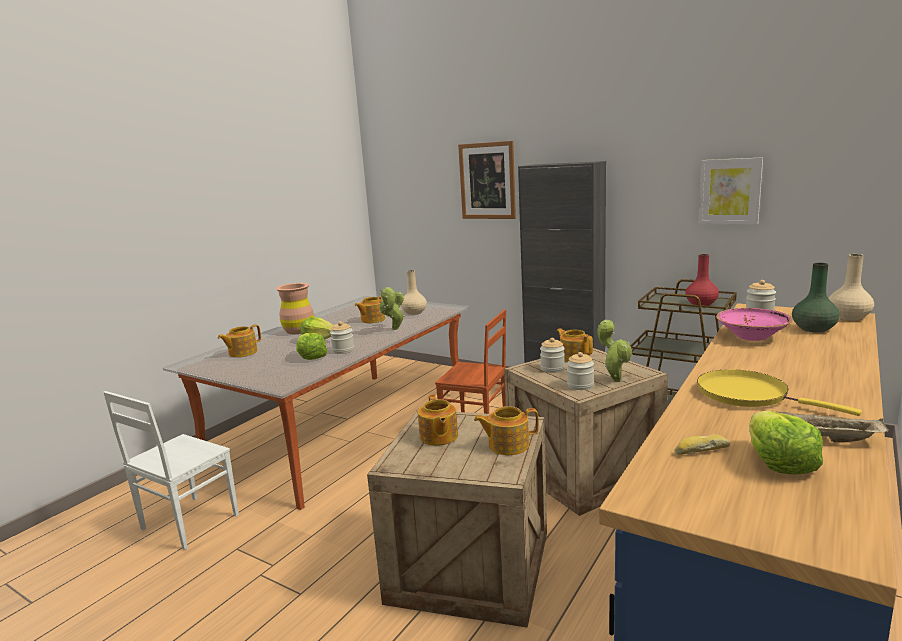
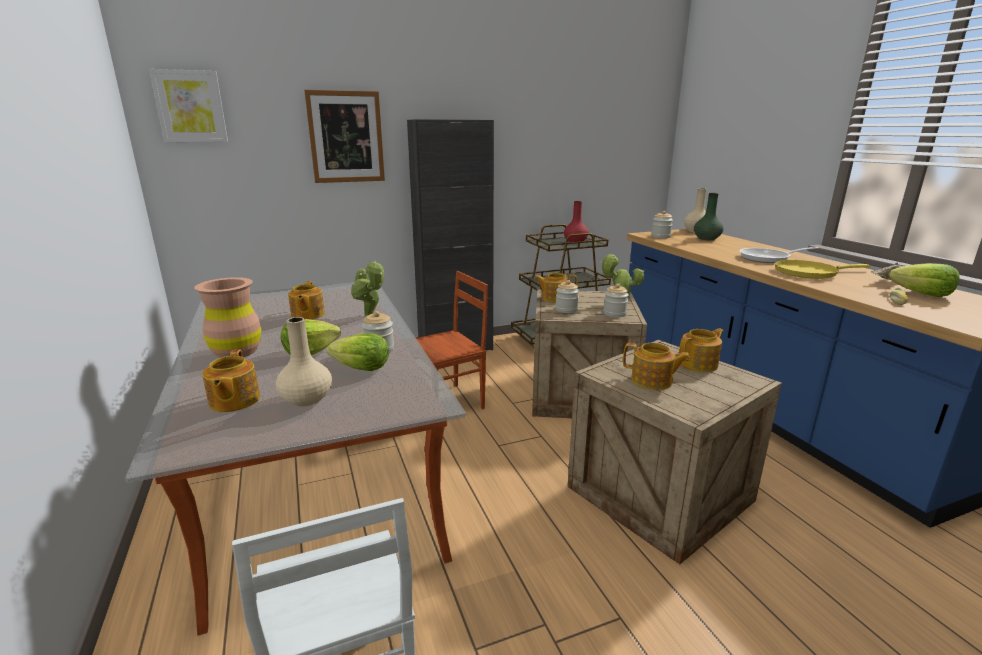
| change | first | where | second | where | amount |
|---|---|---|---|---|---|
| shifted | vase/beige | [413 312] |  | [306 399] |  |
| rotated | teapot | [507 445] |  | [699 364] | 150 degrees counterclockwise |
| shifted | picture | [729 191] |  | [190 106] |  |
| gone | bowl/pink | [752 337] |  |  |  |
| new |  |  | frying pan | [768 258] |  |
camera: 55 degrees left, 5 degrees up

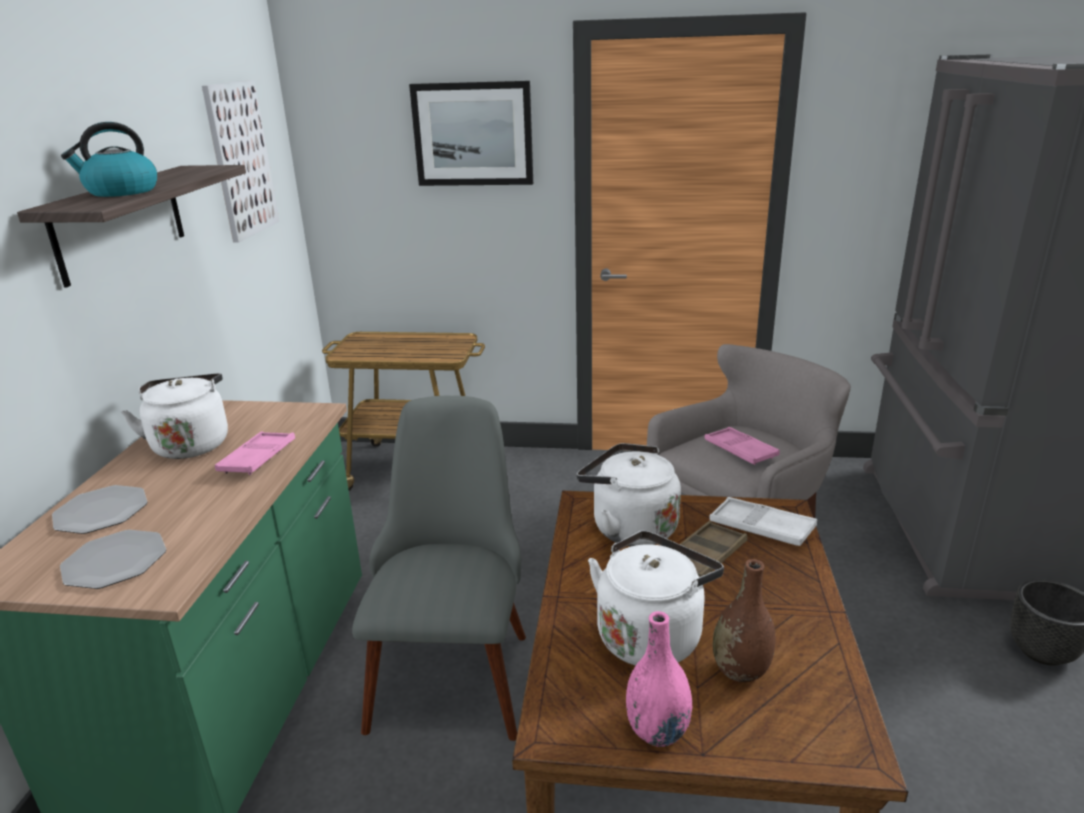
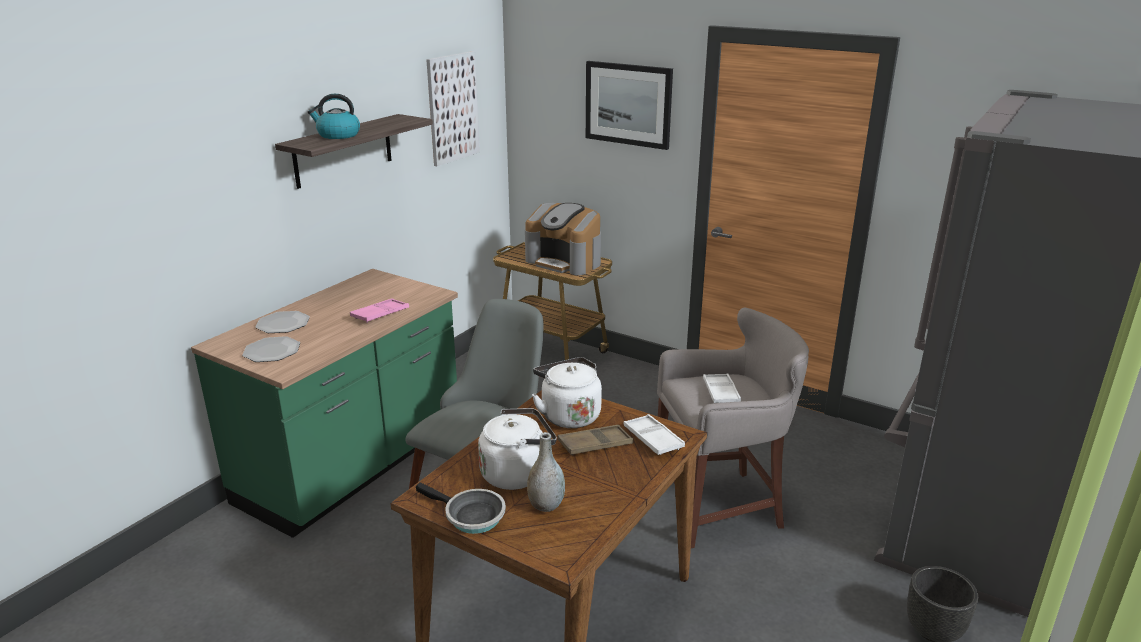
| change | first | where | second | where | amount |
|---|---|---|---|---|---|
| gone | kettle/white | [191 444] |  |  |  |
| swapped | vase/pink | [657 732] | frying pan | [470 516] |  |
| repainted | tray/pink | [740 450] | tray/white | [720 392] |  |
| repainted | vase/brown | [740 671] | vase/grey | [546 505] |  |
| new |  |  | coffee machine | [565 261] |  |
camera: 25 degrees right, 0 degrees up

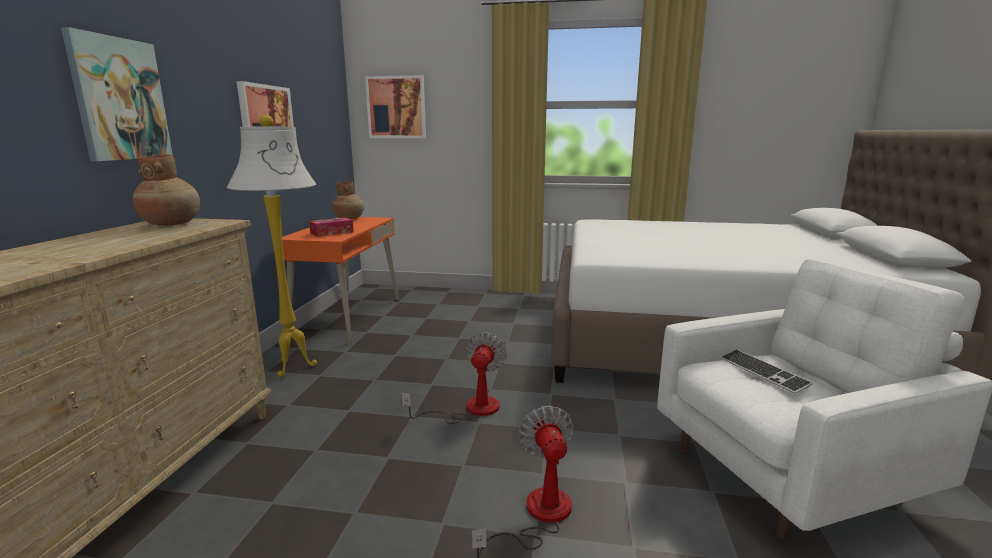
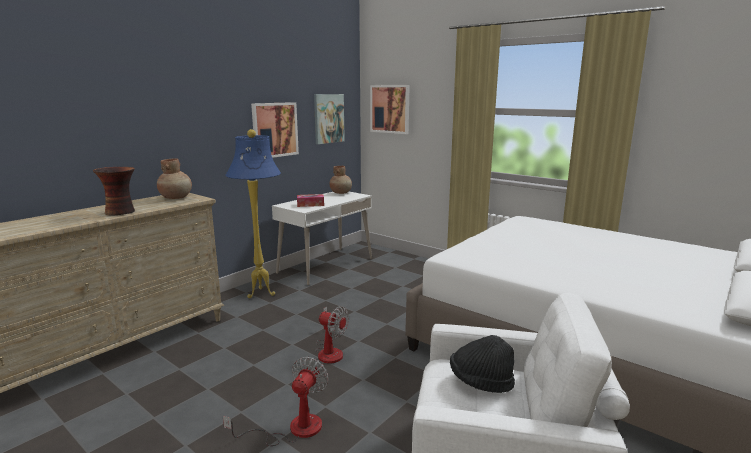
| change | first | where | second | where | amount |
|---|---|---|---|---|---|
| shifted | picture | [119 99] |  | [328 118] |  |
| repainted | floor lamp/white | [295 367] | floor lamp/blue | [262 294] |  |
| repainted | desk/orange | [348 317] | desk/white | [325 265] |  |
| rotated | fan | [470 409] |  | [330 351] | 75 degrees clockwise |
| swapped | keyboard | [763 372] | hat/black | [481 382] |  |
| new |  |  | vase | [121 212] |  |
camera: 30 degrees right, 0 degrees up

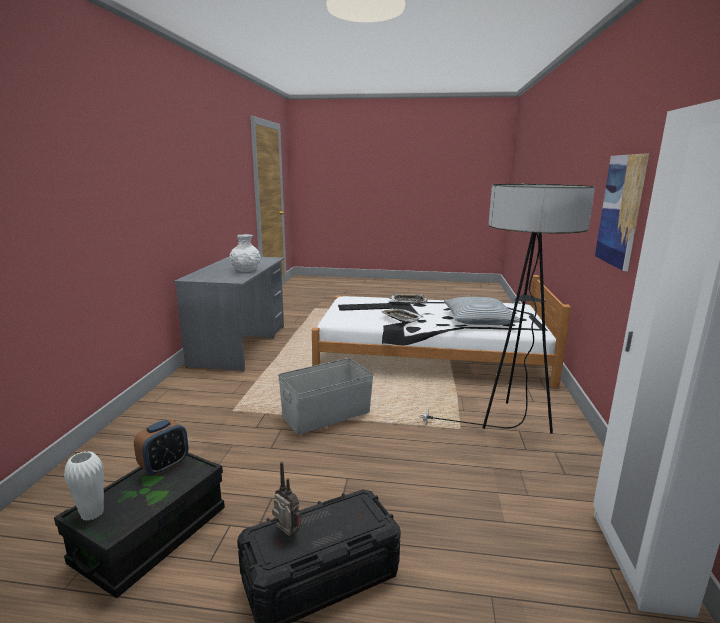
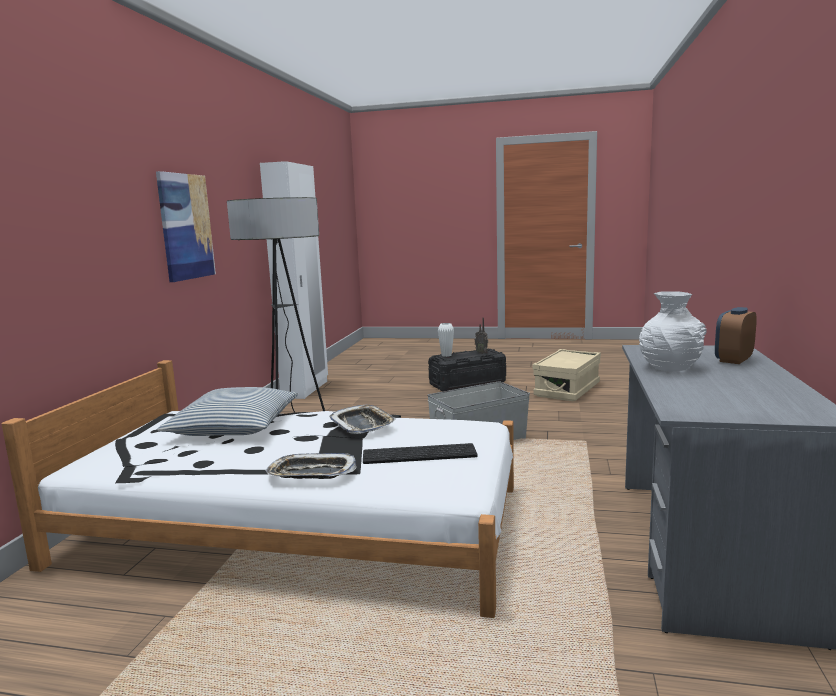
| change | first | where | second | where | amount |
|---|---|---|---|---|---|
| repainted | storage box/black | [152 536] | storage box/beige | [567 389] |  |
| shifted | vase/white | [92 513] |  | [446 355] |  |
| shifted | alarm clock | [164 466] |  | [733 360] |  |
camera: 175 degrees left, 5 degrees down

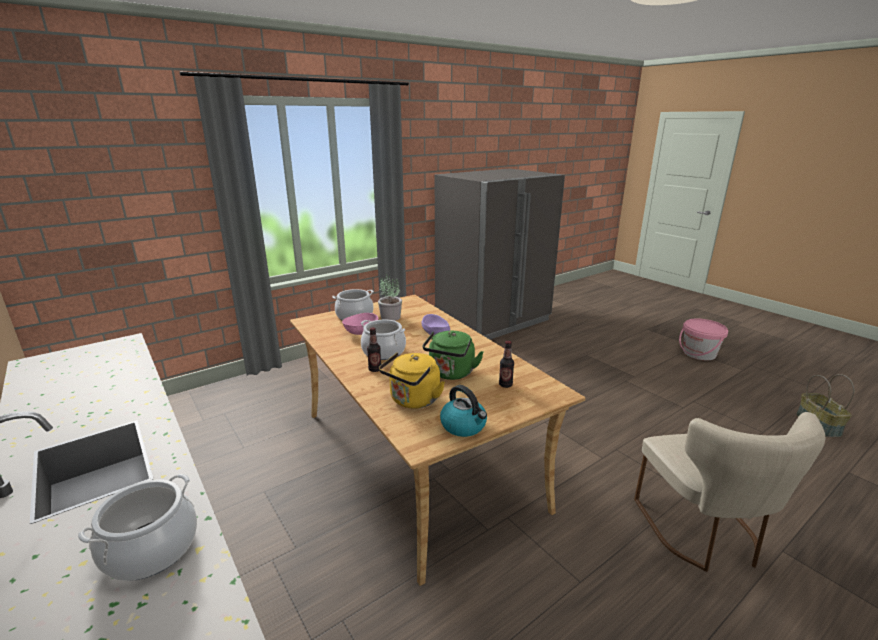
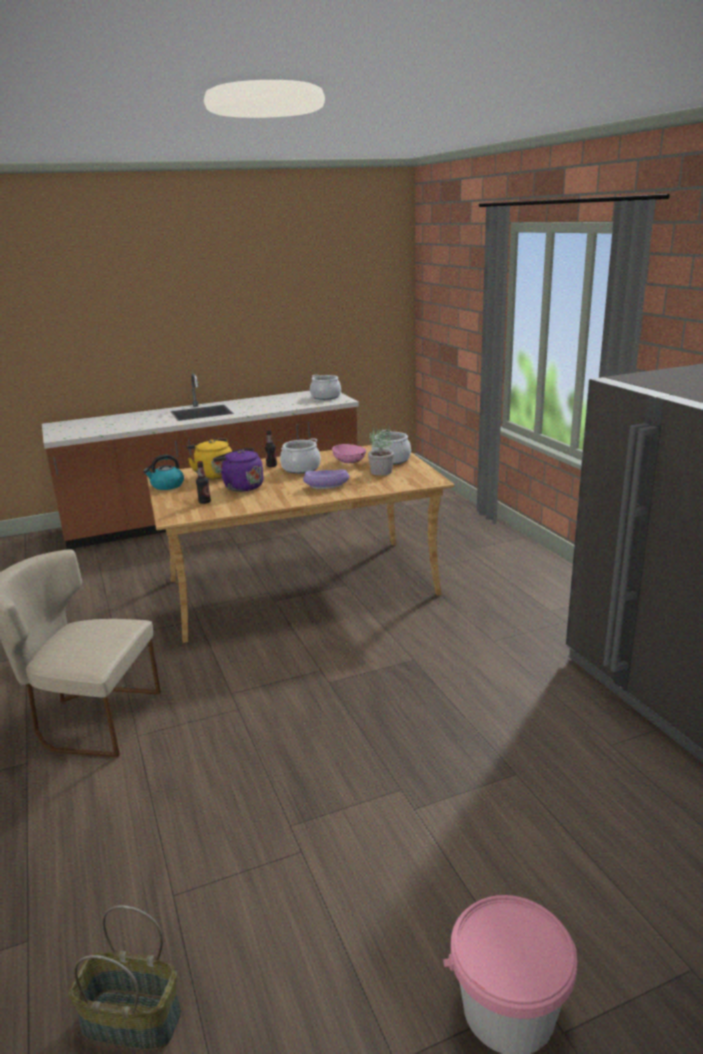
| change | first | where | second | where | amount |
|---|---|---|---|---|---|
| shifted | cooking pot | [151 549] |  | [325 397] |  |
| repainted | kettle/green | [451 373] | kettle/purple | [241 487] |  |
camera: 105 degrees right, 0 degrees up

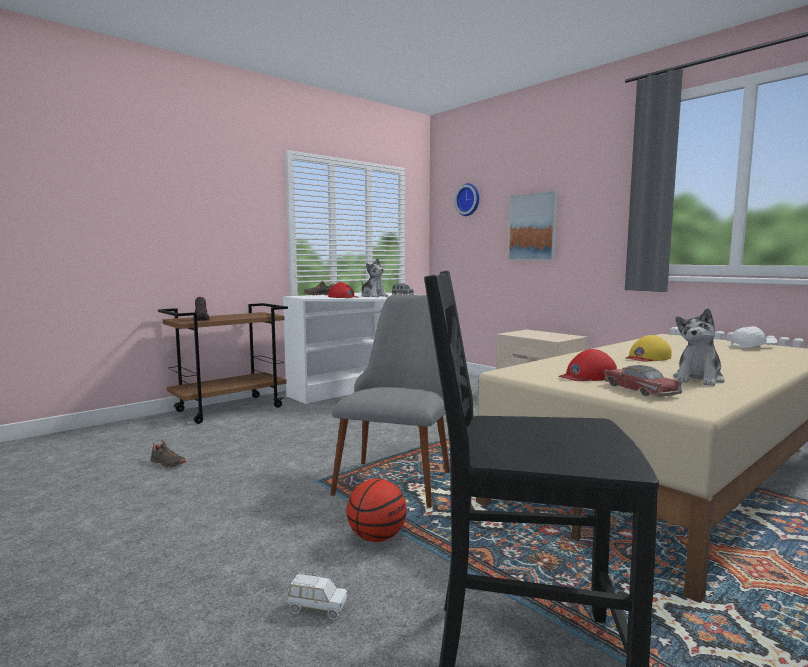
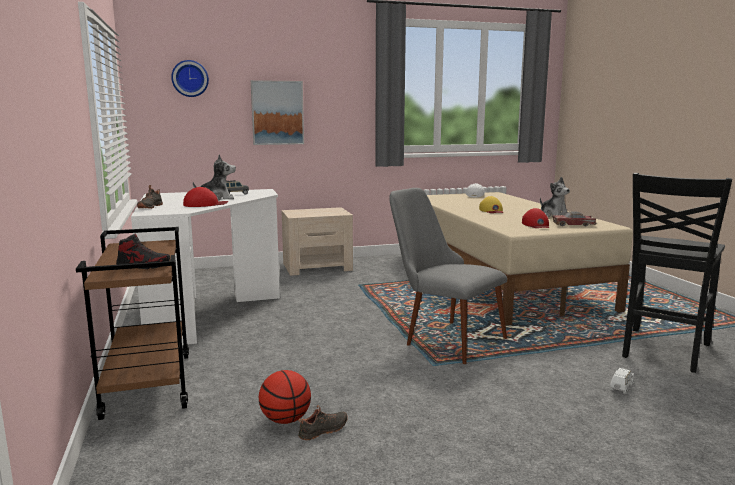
| change | first | where | second | where | amount |
|---|---|---|---|---|---|
| shifted | basketball | [376 537] |  | [285 420] |  |
camera: 65 degrees left, 5 degrees up

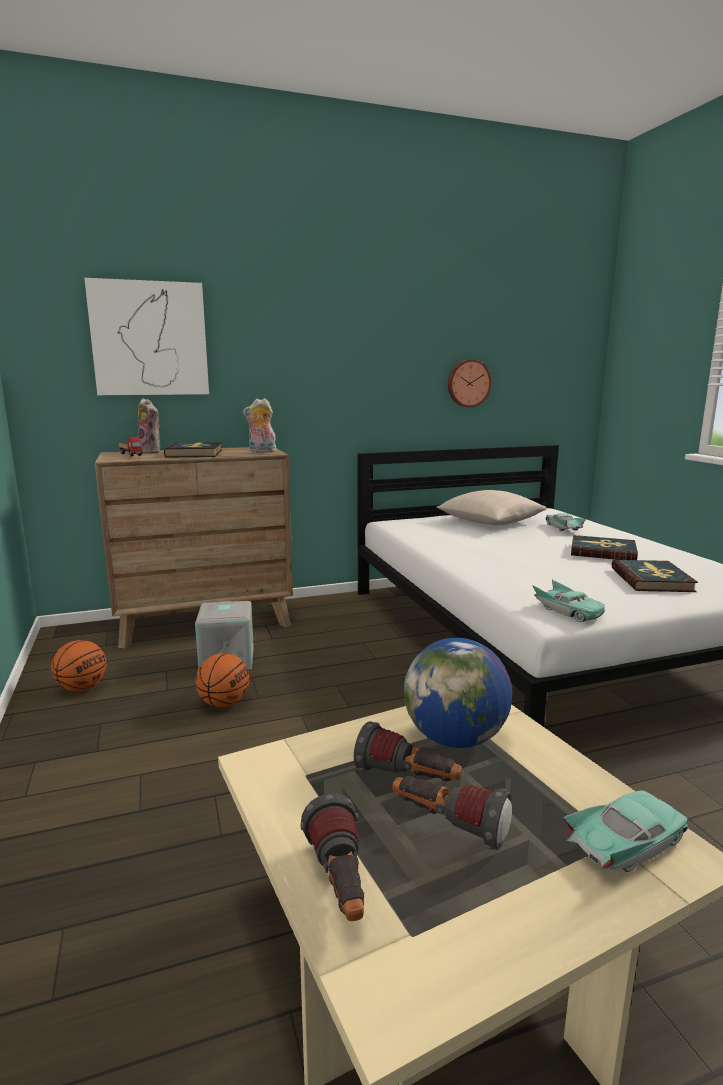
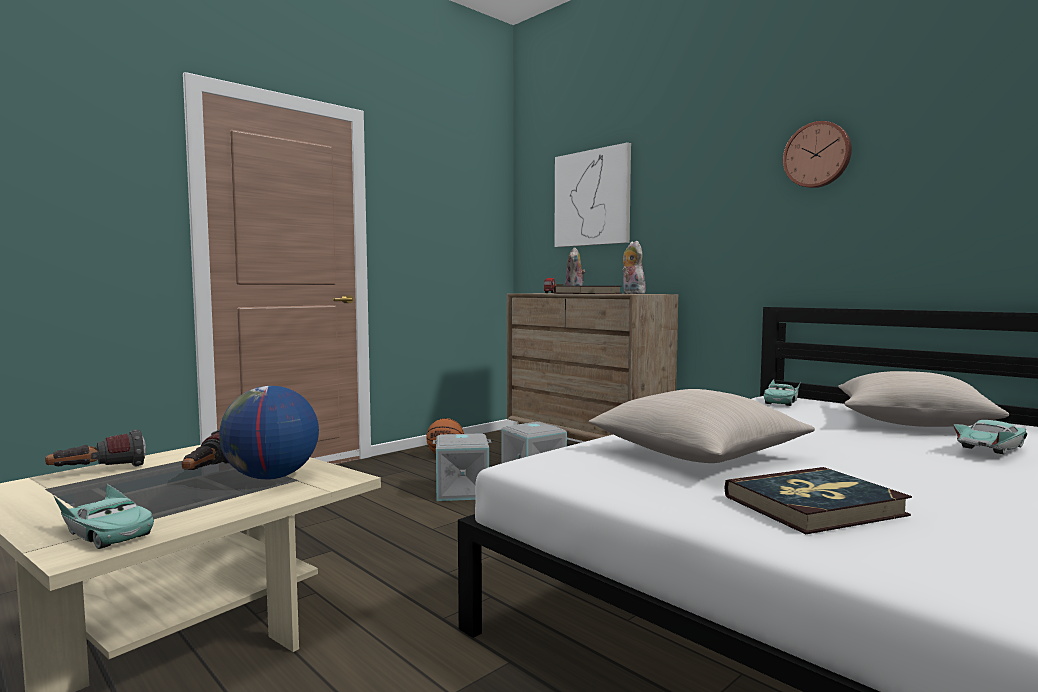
| change | first | where | second | where | amount |
|---|---|---|---|---|---|
| swapped | basketball | [224 703] | storage box/grey | [462 491] |  |
| gone | flashlight | [448 826] |  |  |  |
| shifted | wall clock | [468 383] |  | [817 155] |  |
| shifted | toy car/turquoise | [567 611] |  | [781 401] |  |
| gone | book | [603 552] |  |  |  |
| new |  |  | pillow/beige | [697 454] |  |
camera: 65 degrees right, 10 degrees down

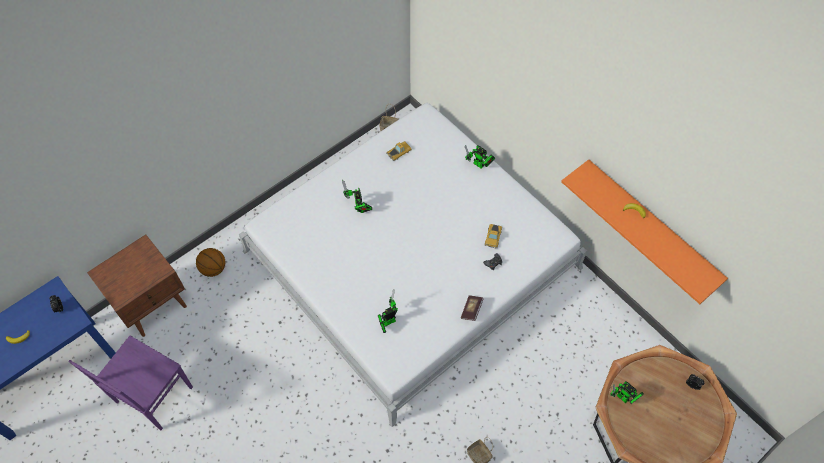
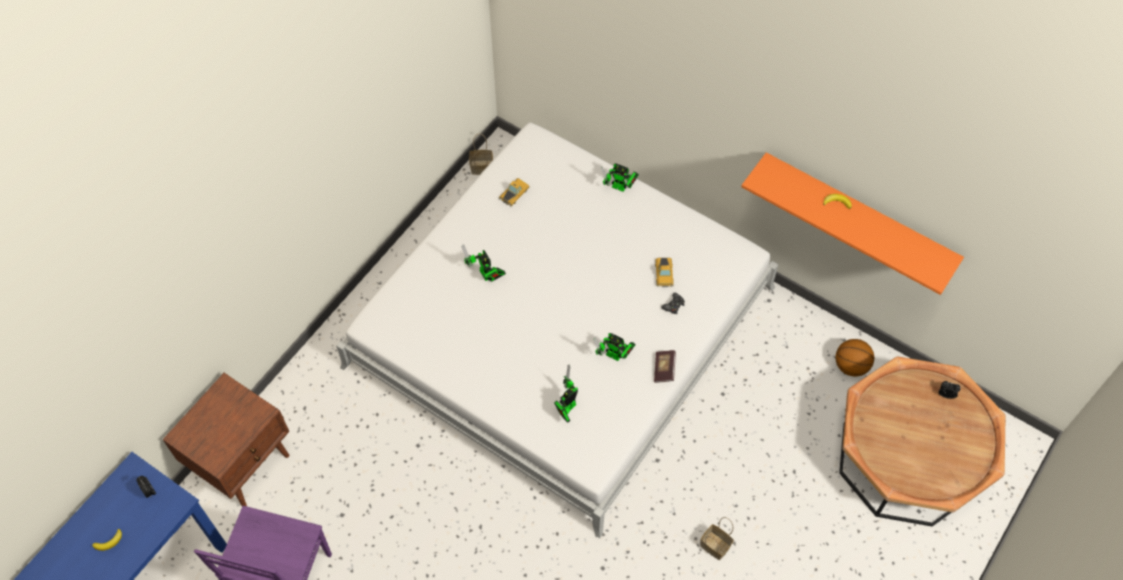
| change | first | where | second | where | amount |
|---|---|---|---|---|---|
| shifted | basketball | [213 269] |  | [851 366] |  |
| shifted | toy robot | [624 398] |  | [615 356] |  |
camera: 15 degrees left, 0 degrees up

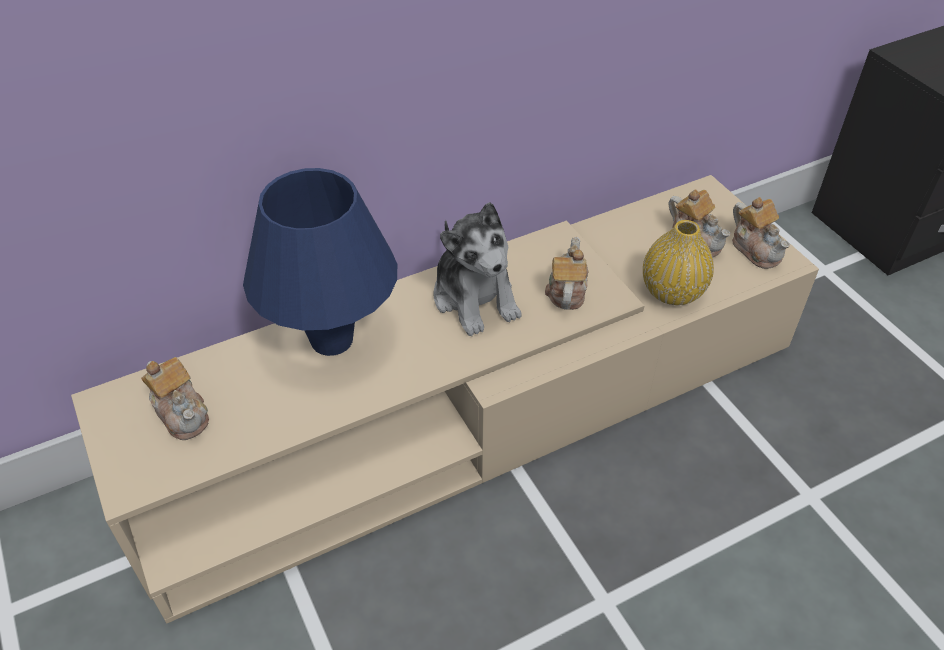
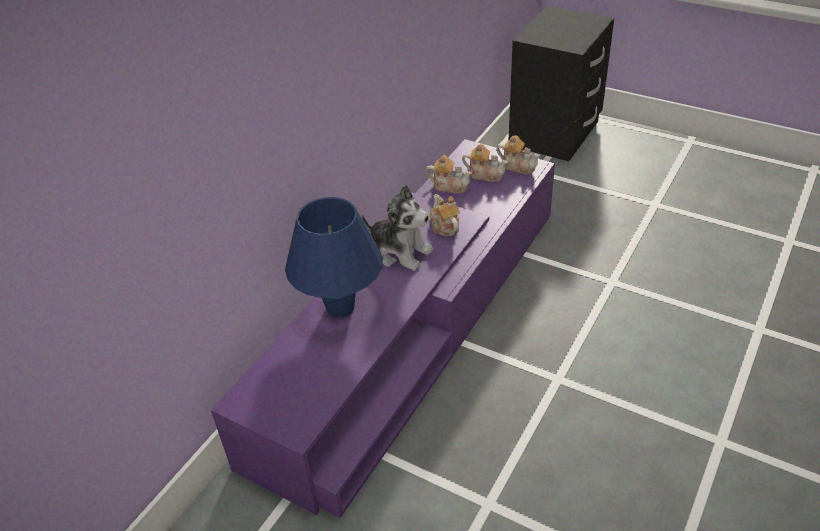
| change | first | where | second | where | amount |
|---|---|---|---|---|---|
| repainted | tv stand/beige | [471 411] | tv stand/purple | [413 327] |  |
| shifted | teapot | [182 413] |  | [449 186] |  |
| gone | vase/yellow | [672 292] |  |  |  |
camera: 30 degrees left, 5 degrees down

